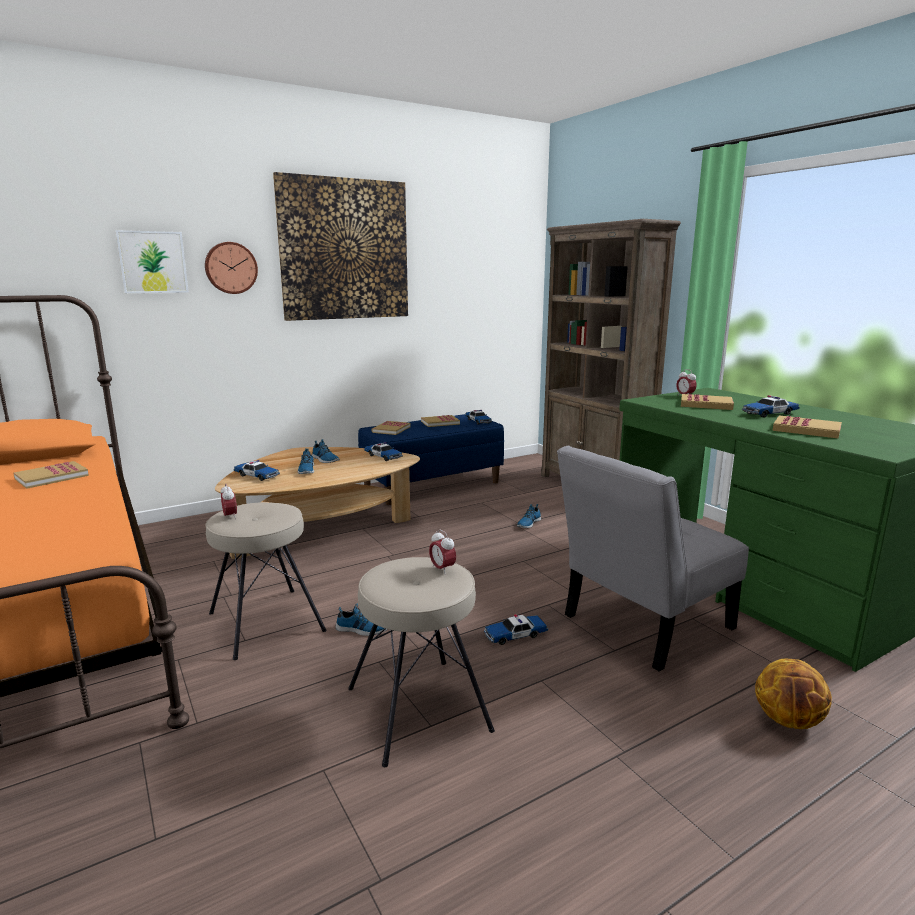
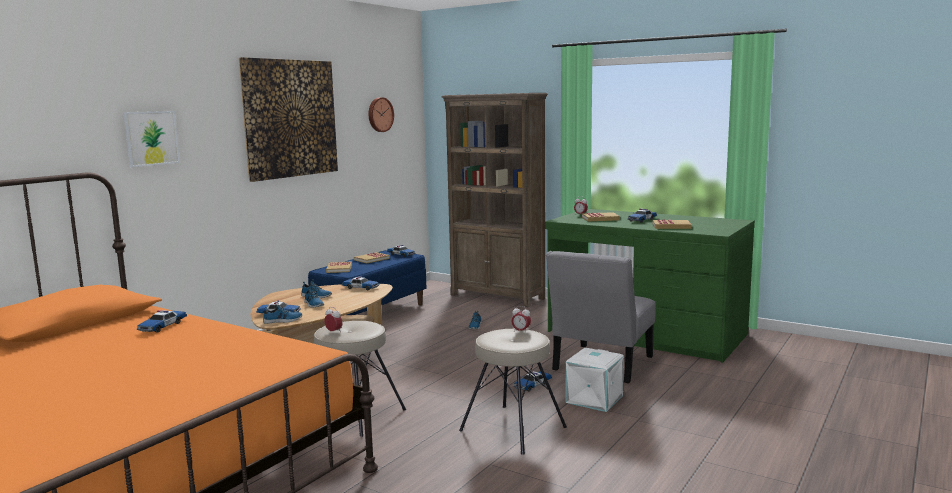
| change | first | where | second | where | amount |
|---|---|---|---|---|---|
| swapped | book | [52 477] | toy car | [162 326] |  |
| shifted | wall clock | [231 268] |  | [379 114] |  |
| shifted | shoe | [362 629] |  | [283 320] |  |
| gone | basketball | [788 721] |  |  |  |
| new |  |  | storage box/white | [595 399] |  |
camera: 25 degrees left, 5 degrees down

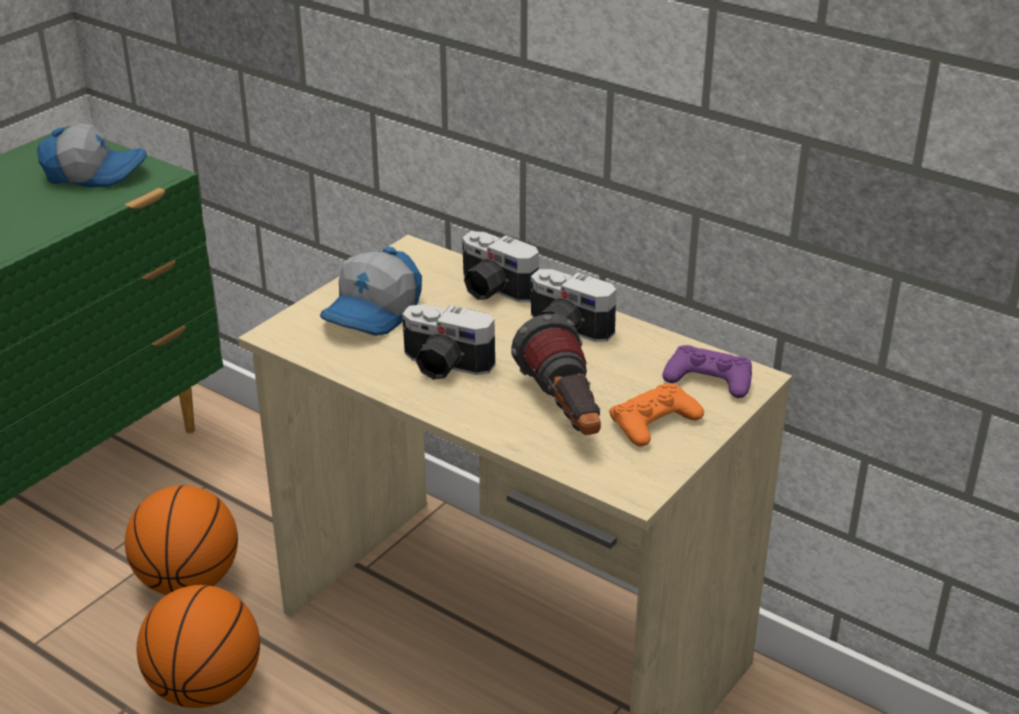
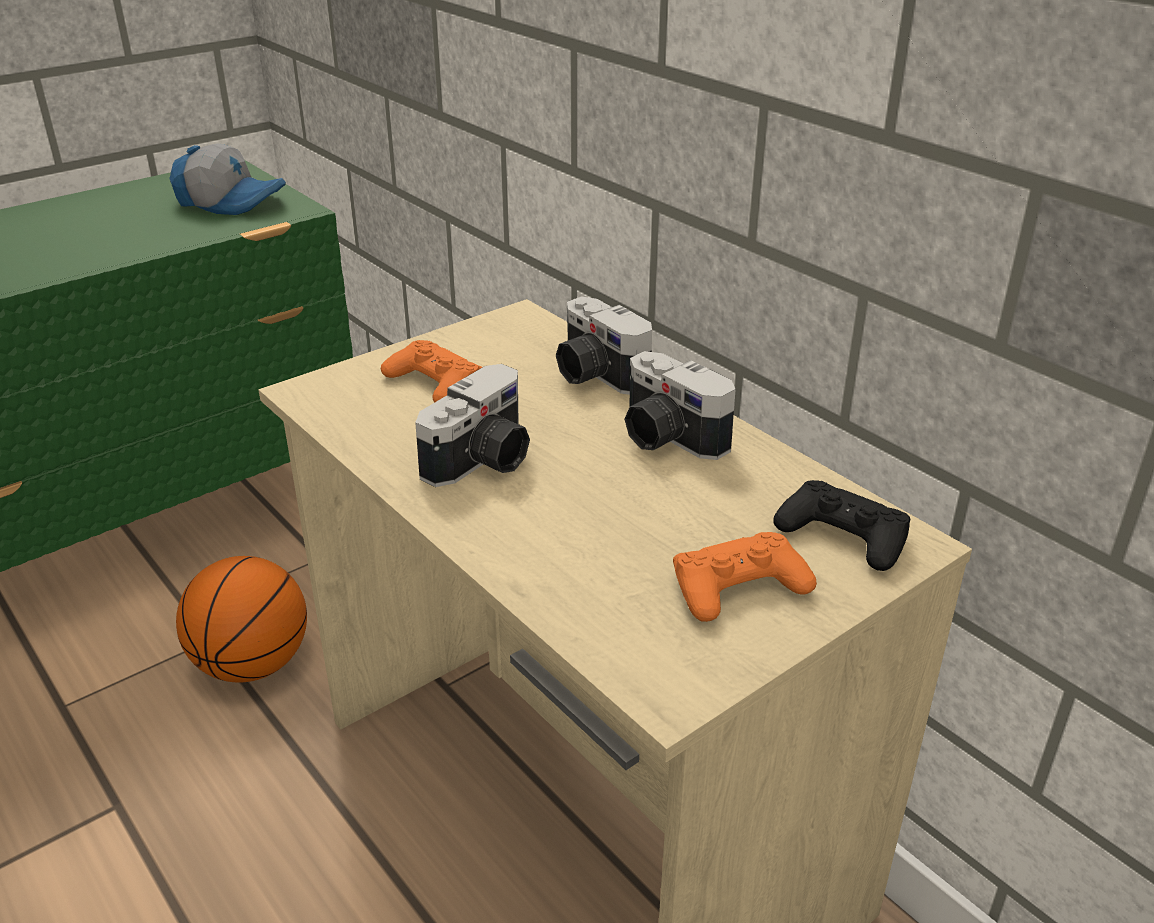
| change | first | where | second | where | amount |
|---|---|---|---|---|---|
| gone | basketball | [206 688] |  |  |  |
| swapped | cap | [374 313] | game controller/orange | [435 383] |  |
| rotated | photo camera | [444 366] |  | [484 461] | 90 degrees counterclockwise |
| gone | flashlight | [565 412] |  |  |  |
| repainted | game controller/purple | [709 379] | game controller/black | [843 535] |  |
camera: 15 degrees right, 0 degrees up

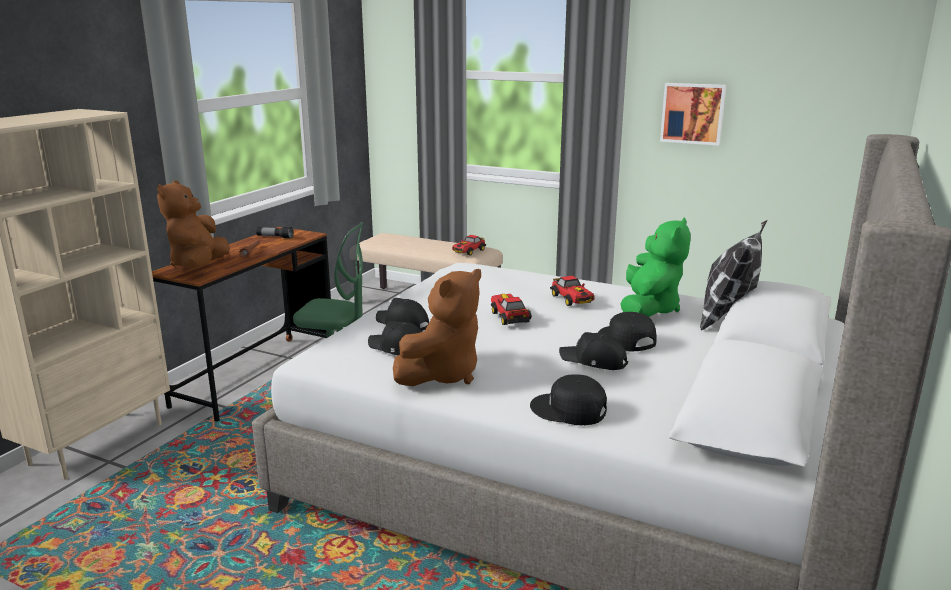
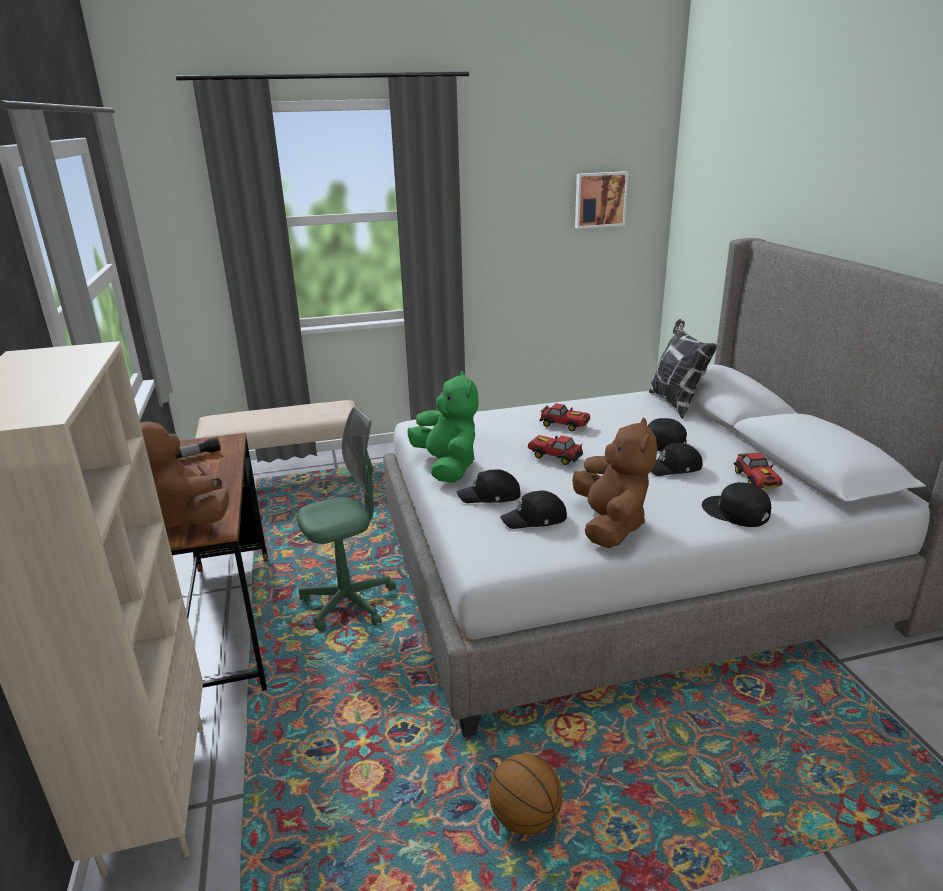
| change | first | where | second | where | amount |
|---|---|---|---|---|---|
| shifted | toy car | [468 252] |  | [756 480] |  |
| rotated | cap/black | [568 410] |  | [735 512] | 60 degrees clockwise |
| shifted | plush toy/green | [649 309] |  | [447 467] |  |
| shifted | picture | [693 113] |  | [600 199] |  |
| new |  |  | basketball | [525 818] |  |
camera: 40 degrees left, 5 degrees up

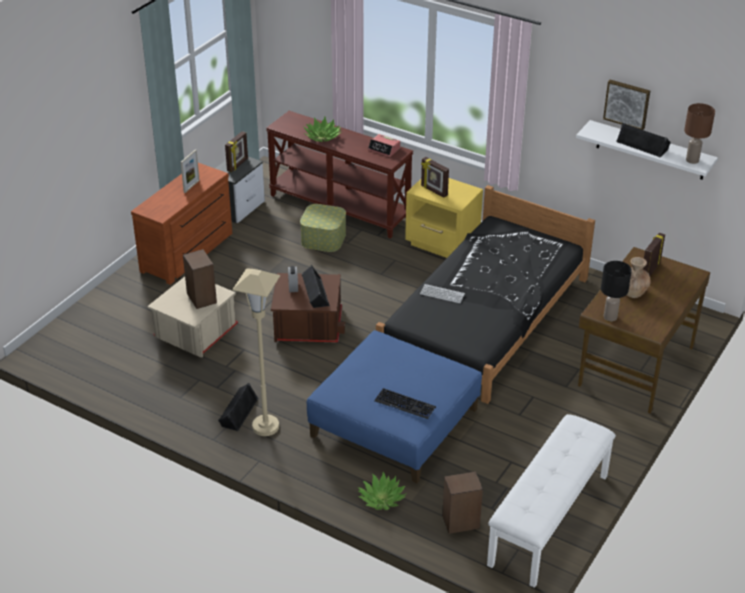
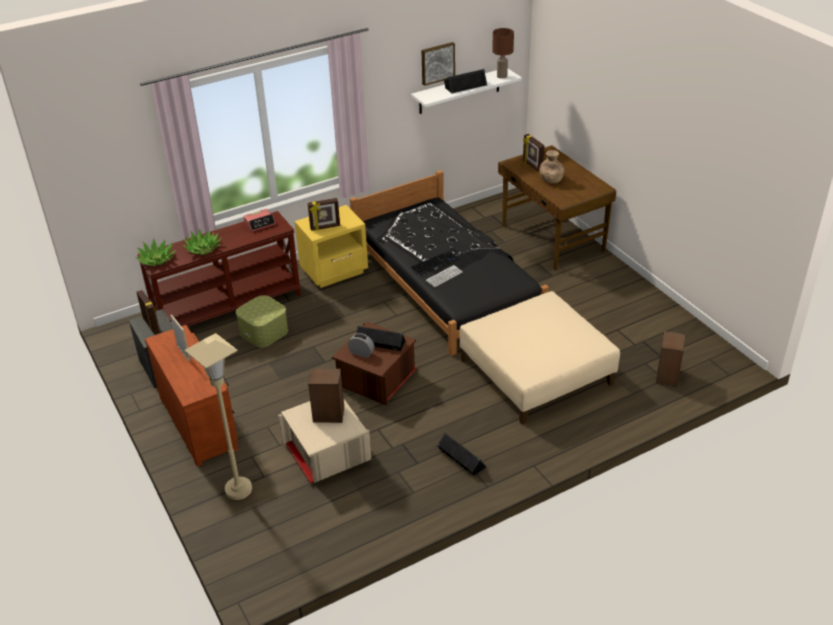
| change | first | where | second | where | amount |
|---|---|---|---|---|---|
| shifted | floor lamp/beige | [265 427] |  | [238 489] |  |
| repainted | ottoman/blue | [394 423] | ottoman/beige | [536 372] |  |
| shifted | potted plant | [381 499] |  | [157 260] |  |
| shifted | keyboard | [405 404] |  | [434 263] |  |
| gone | bench/white | [550 520] |  |  |  |
| gone | table lamp/black | [610 317] |  |  |  |
camera: 60 degrees left, 0 degrees up

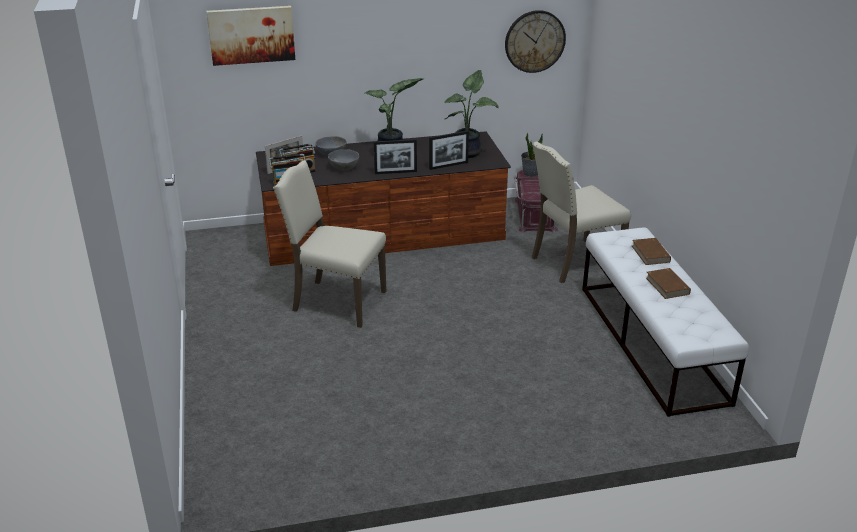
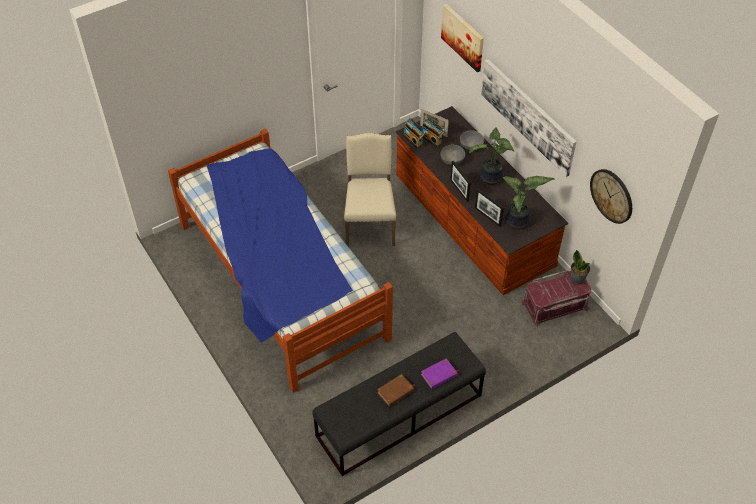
| change | first | where | second | where | amount |
|---|---|---|---|---|---|
| gone | chair/beige | [573 262] |  |  |  |
| repainted | bench/white | [652 343] | bench/black | [399 416] |  |
| repainted | book/brown | [650 254] | book/purple | [439 375] |  |
| new |  |  | bed | [280 281] |  |
| new |  |  | picture | [527 116] |  |
camera: 70 degrees right, 20 degrees up

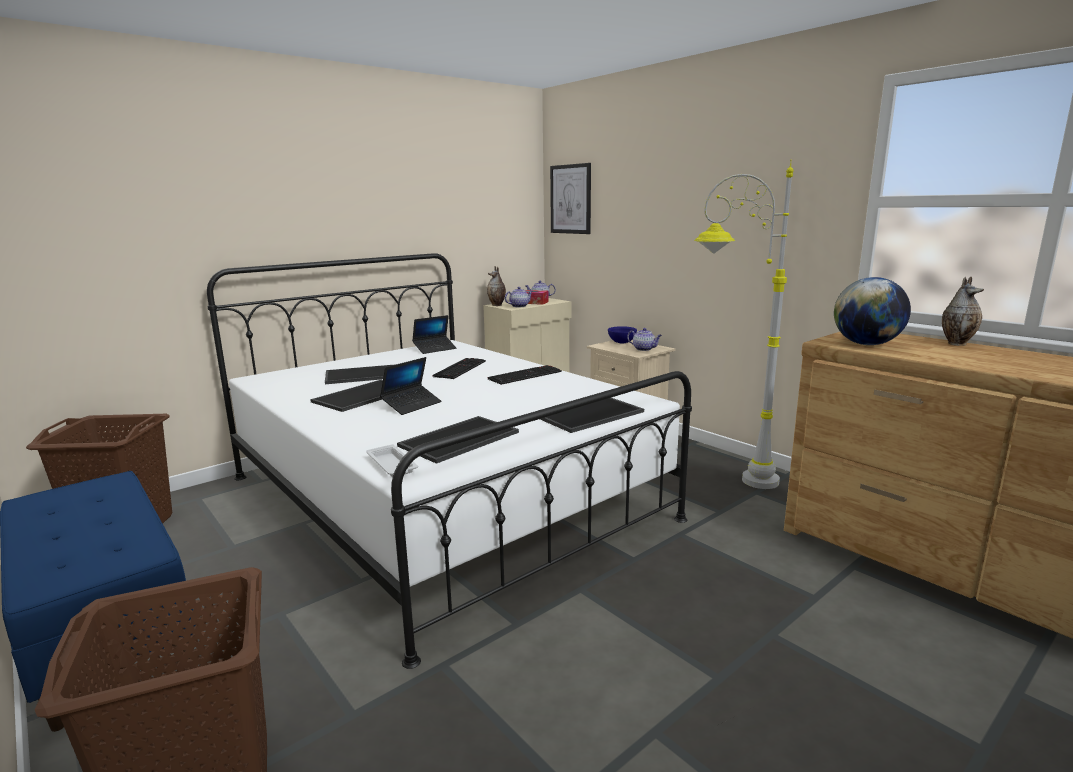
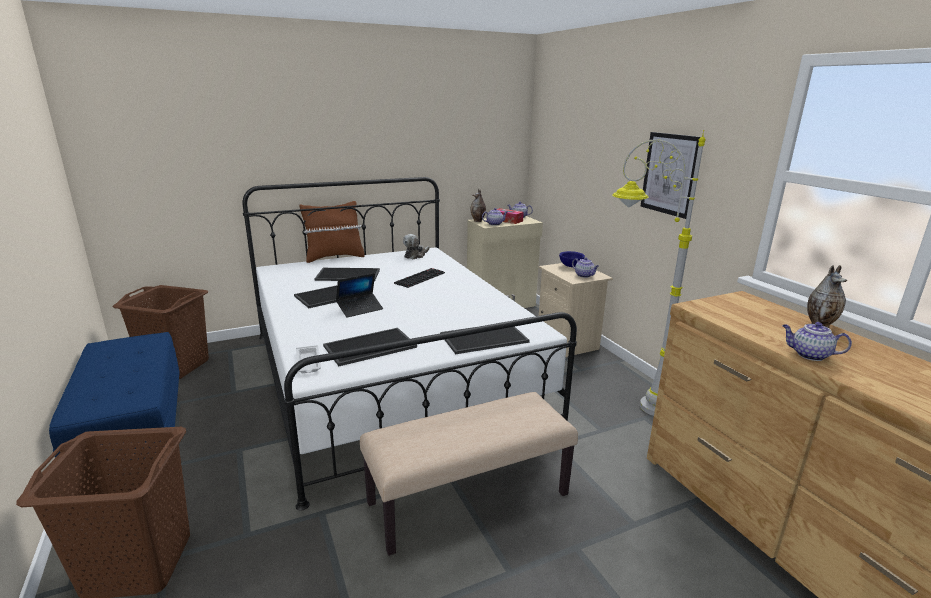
| change | first | where | second | where | amount |
|---|---|---|---|---|---|
| swapped | laptop | [435 349] | plush toy | [415 255] |  |
| gone | keyboard | [525 375] |  |  |  |
| shifted | picture | [571 199] |  | [670 174] |  |
| gone | globe | [866 344] |  |  |  |
| new |  |  | pillow/brown | [334 257] |  |
| new |  |  | bench/beige | [469 498] |  |
| new |  |  | teapot | [809 355] |  |
camera: 15 degrees right, 5 degrees up

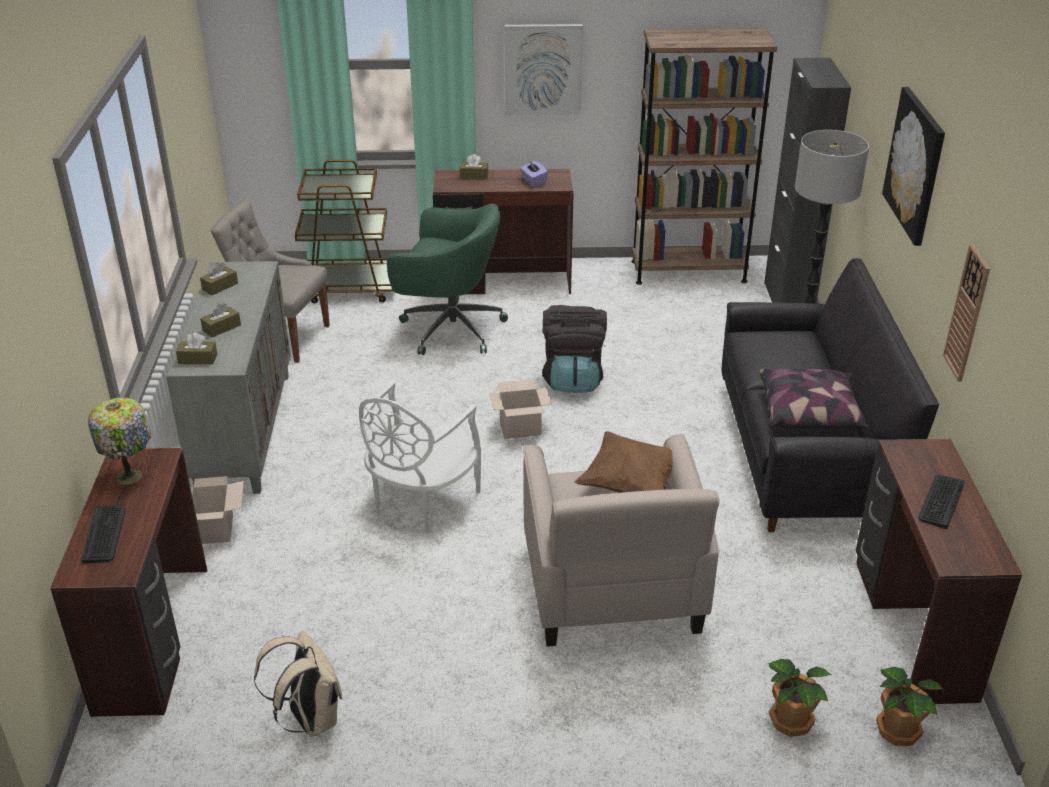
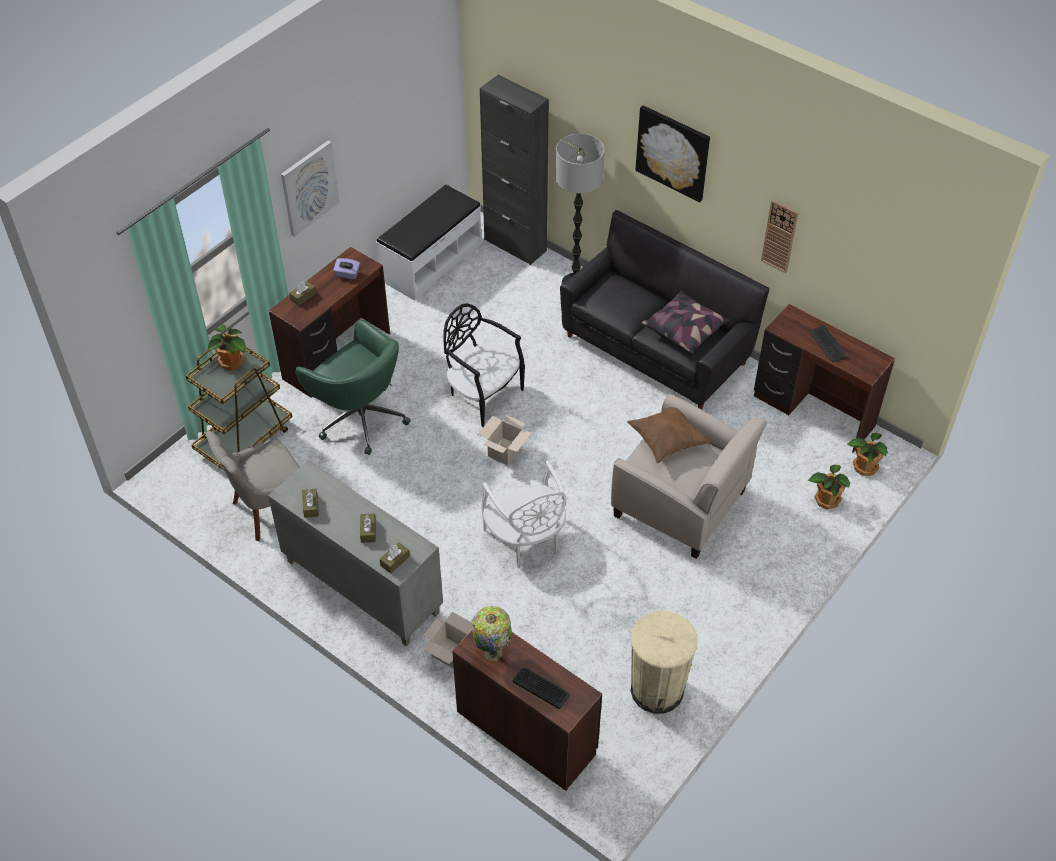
| change | first | where | second | where | amount |
|---|---|---|---|---|---|
| swapped | backpack/beige | [309 718] | trash can/beige | [657 690] |  |
| rotated | office chair/green | [449 329] |  | [360 417] | 75 degrees clockwise |
| swapped | backpack/black | [573 378] | chair/black | [483 395] |  |
| swapped | bookcase/brown | [688 271] | bench/white | [431 262] |  |
| new |  |  | potted plant | [232 363] |  |
camera: 50 degrees left, 15 degrees up

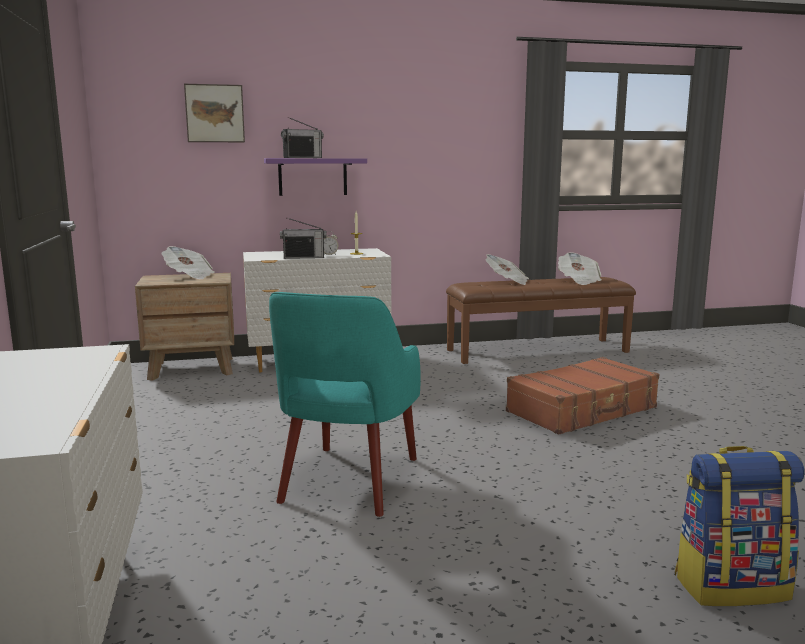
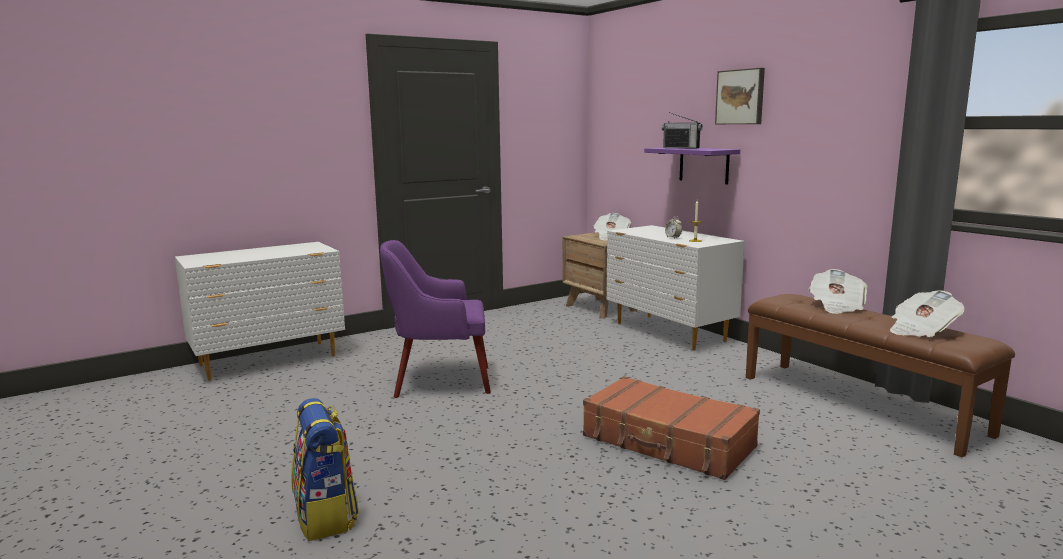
| change | first | where | second | where | amount |
|---|---|---|---|---|---|
| shifted | picture | [215 113] |  | [741 97] |  |
| repainted | armchair/turquoise | [348 481] | armchair/purple | [439 381] |  |
| gone | radio | [304 257] |  |  |  |
camera: 70 degrees right, 0 degrees up

